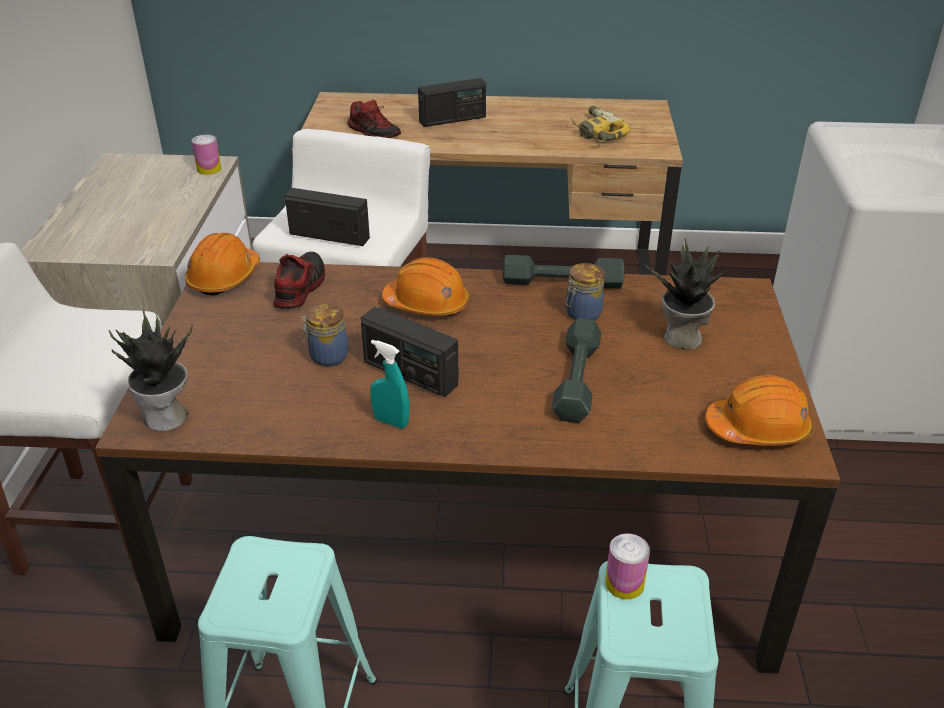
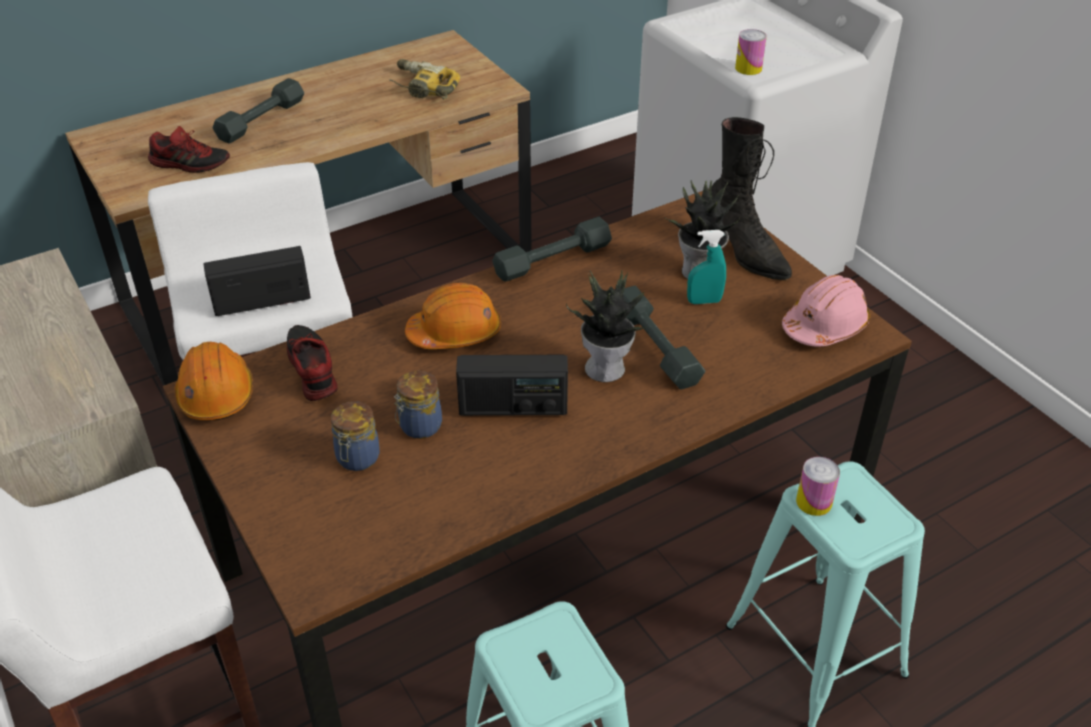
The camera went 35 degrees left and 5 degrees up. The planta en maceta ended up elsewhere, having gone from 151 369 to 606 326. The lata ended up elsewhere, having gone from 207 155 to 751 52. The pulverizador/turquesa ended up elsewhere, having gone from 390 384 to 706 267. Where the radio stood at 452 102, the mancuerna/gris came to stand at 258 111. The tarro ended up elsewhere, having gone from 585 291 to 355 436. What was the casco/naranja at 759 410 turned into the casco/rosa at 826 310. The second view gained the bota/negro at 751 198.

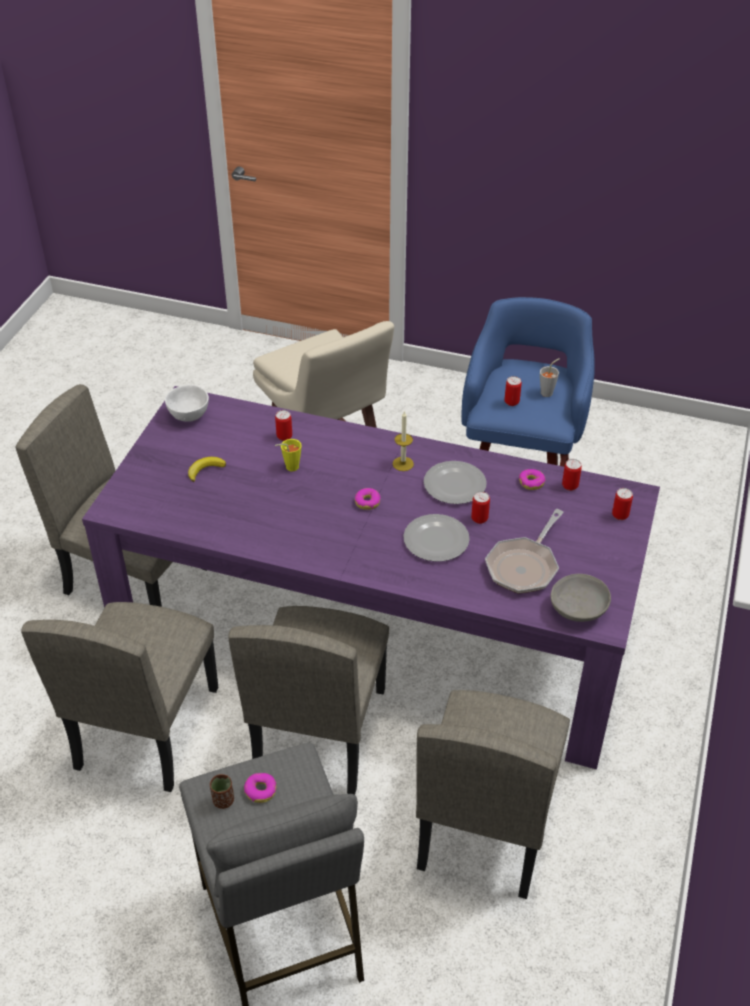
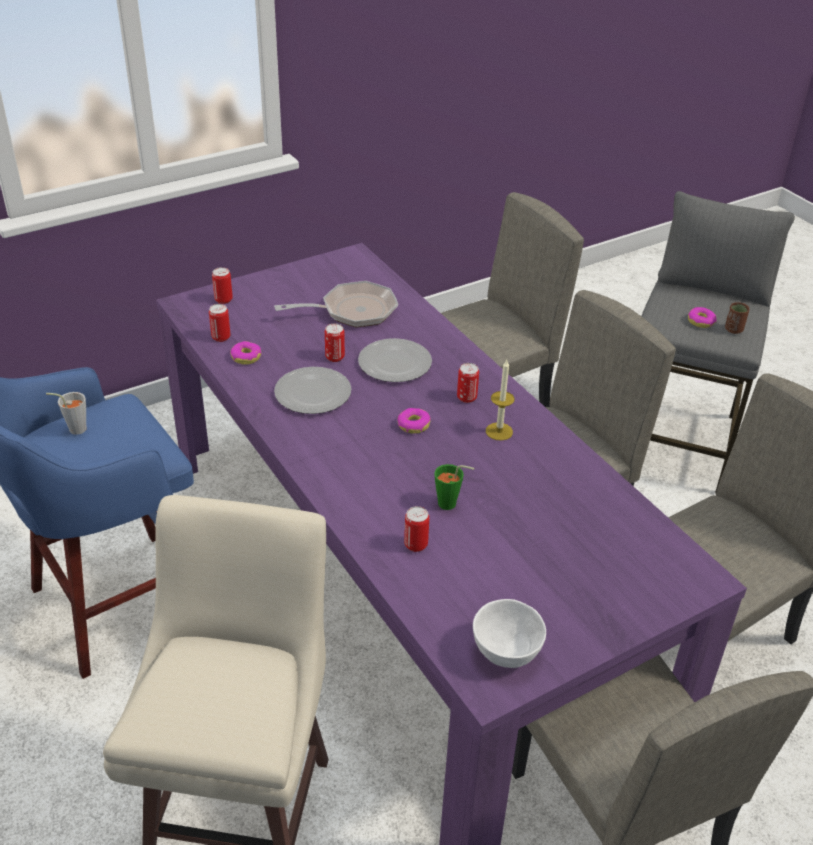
The camera went 140 degrees left and 5 degrees down. The second view lost the plátano at 207 469. What was the taza/amarillo at 288 455 turned into the taza/verde at 454 487. The vela ended up elsewhere, having gone from 403 441 to 500 400. The lata ended up elsewhere, having gone from 513 391 to 468 383. The second view lost the cuenco/gris at 581 598.

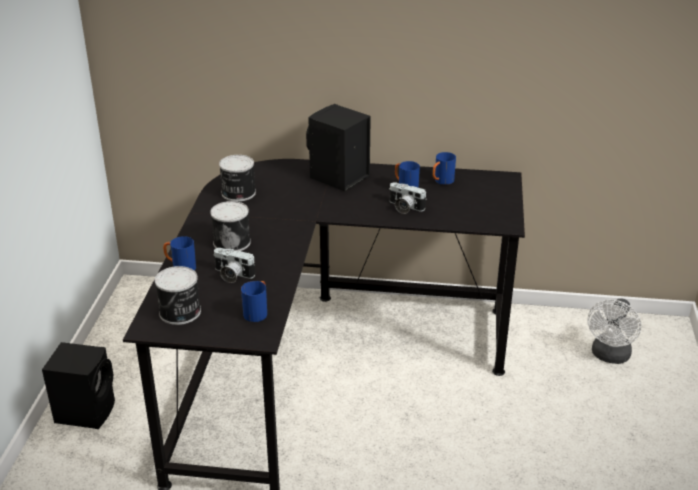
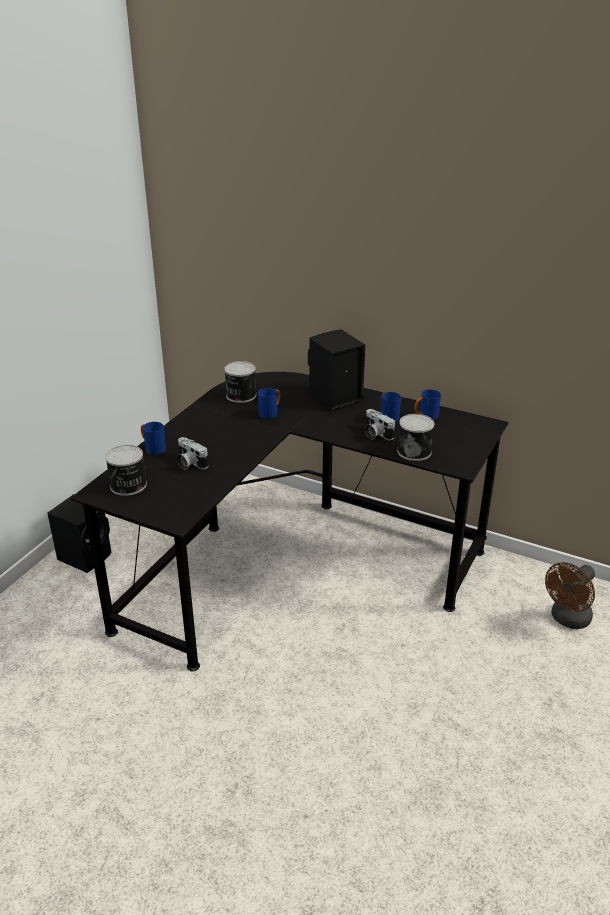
The camera went 20 degrees right and 0 degrees up. The lata ended up elsewhere, having gone from 230 226 to 415 437. The taza grande/azul ended up elsewhere, having gone from 254 301 to 269 403. What was the ventilador/blanco at 614 331 turned into the ventilador/marrón at 570 595.

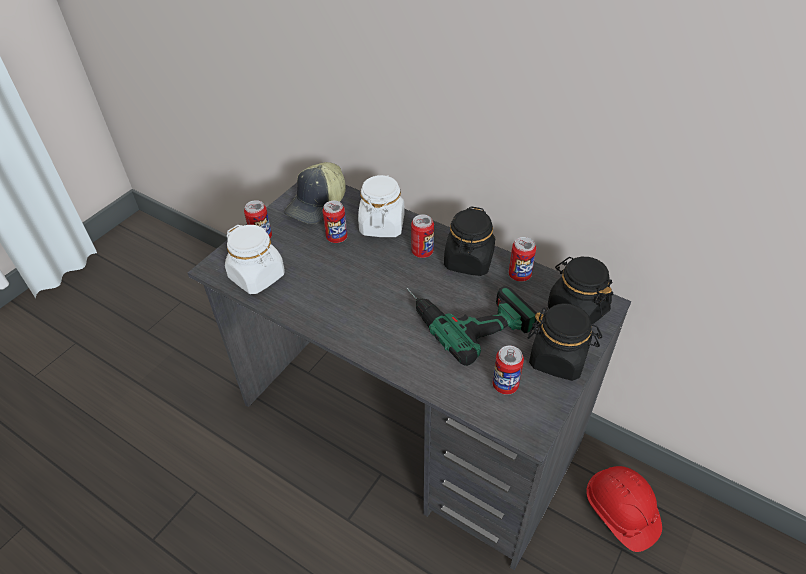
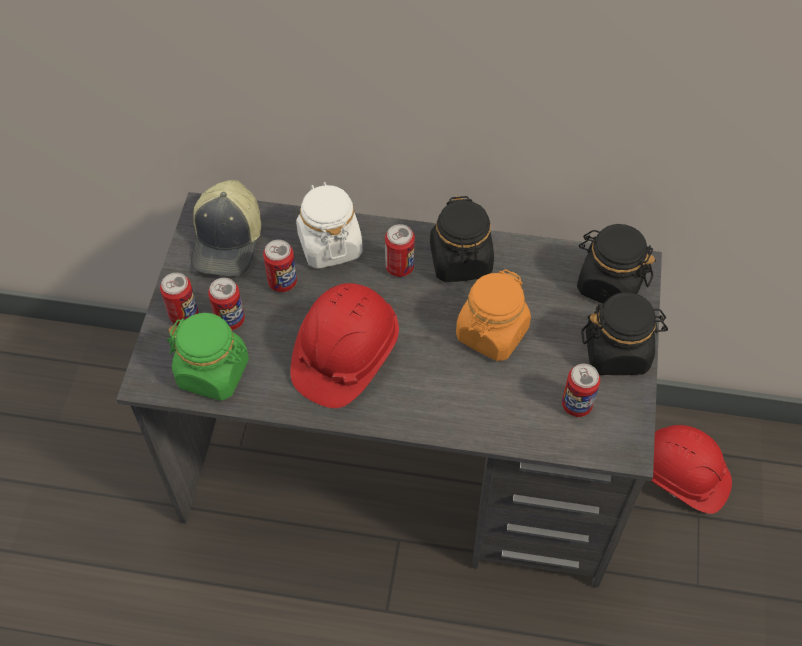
The camera went 25 degrees left and 10 degrees up. What was the tarro/blanco at 255 259 turned into the tarro/verde at 208 357. Where the taladro stood at 471 326, the tarro/naranja came to stand at 493 315. The lata ended up elsewhere, having gone from 522 259 to 226 304. The second view gained the casco/rojo at 344 345.

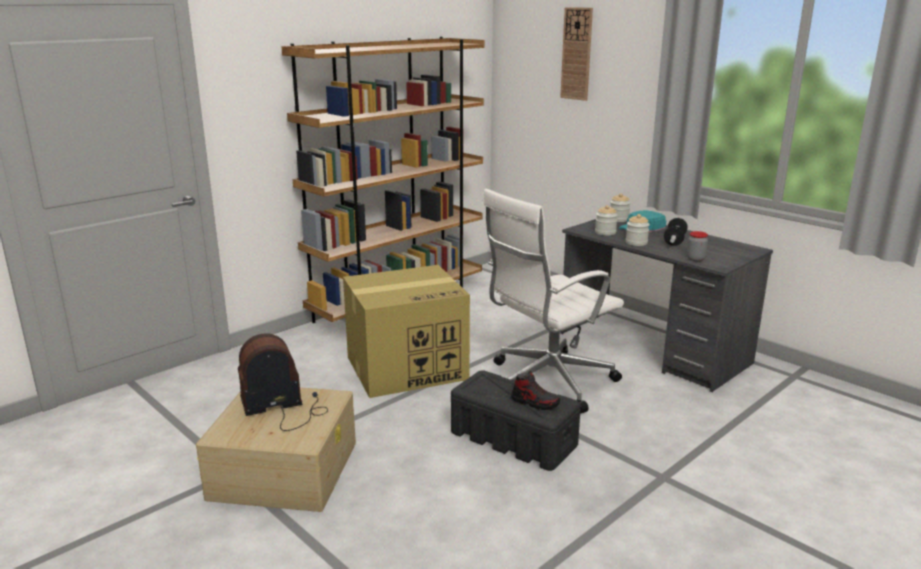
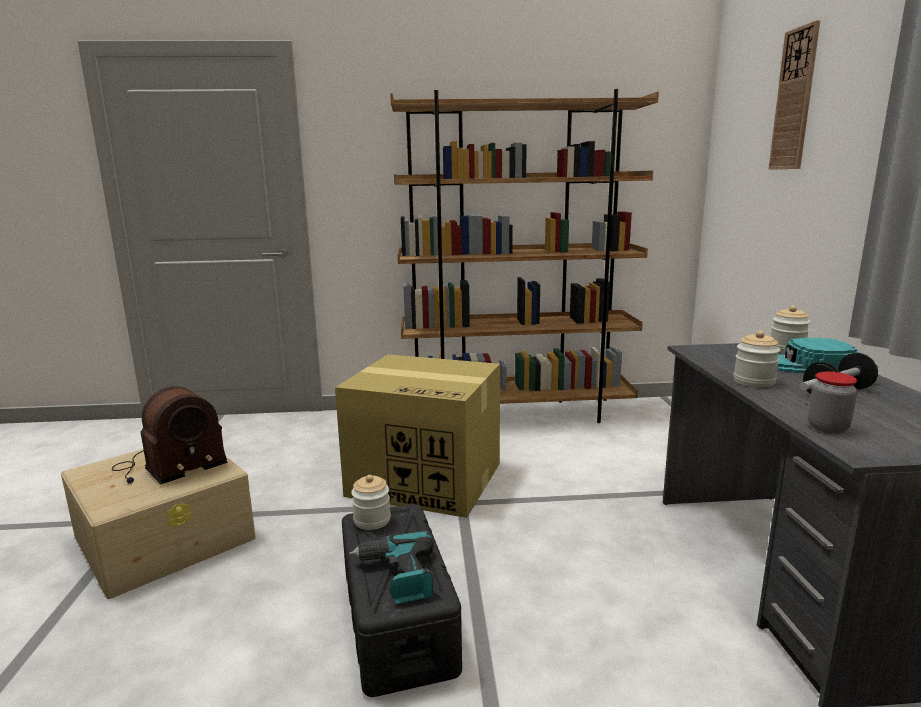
The camera went 40 degrees right and 5 degrees down. The radio at 283 382 ended up facing another way, 120 degrees clockwise from before. The second view lost the silla de oficina/blanco at 553 301. Where the zapato stood at 535 390, the taladro came to stand at 391 567. The tarro ended up elsewhere, having gone from 606 220 to 371 502.

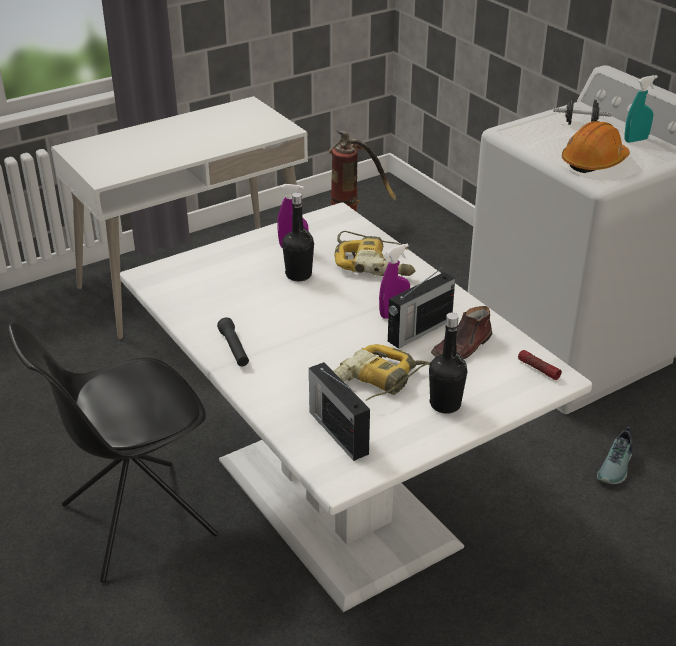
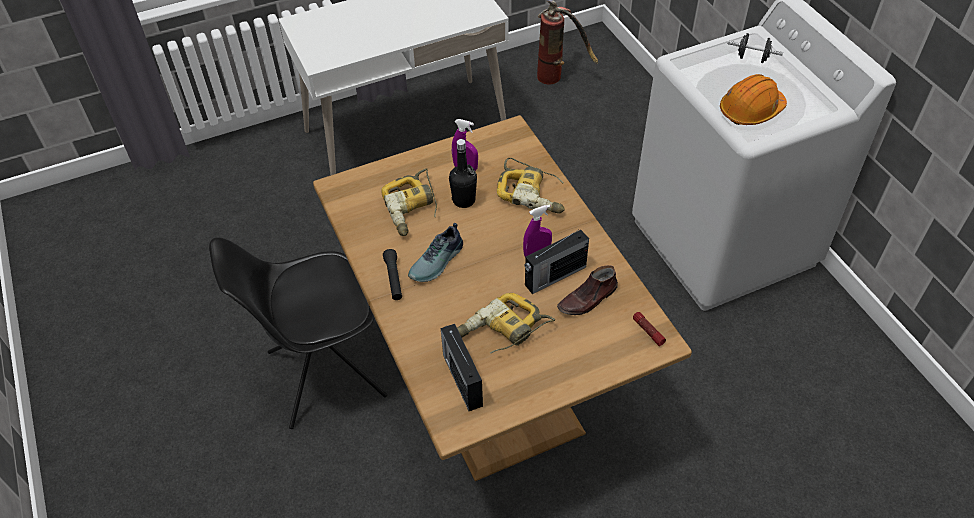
The camera went 10 degrees right and 15 degrees up. What was the mesa de comedor/blanco at 356 407 turned into the mesa de comedor/marrón at 502 298. The second view lost the botella/negro at 448 363. The zapato ended up elsewhere, having gone from 615 455 to 435 252. The second view lost the pulverizador/turquesa at 641 109. The second view gained the taladro at 409 202.

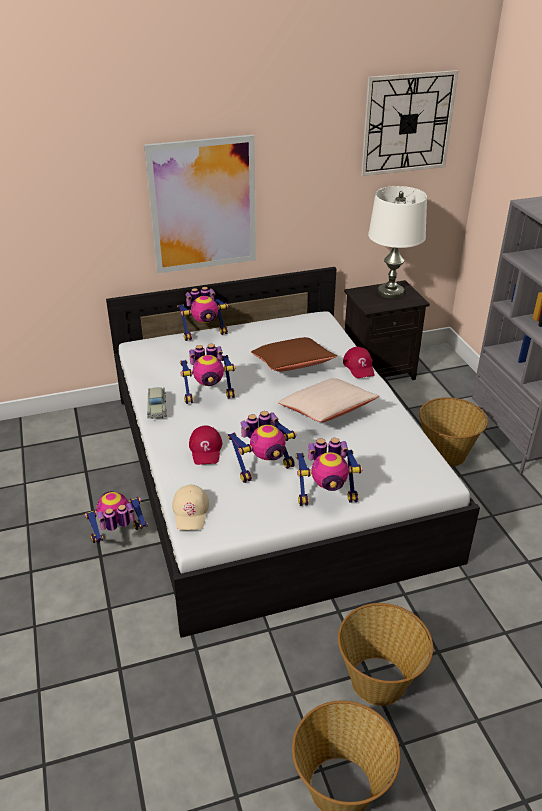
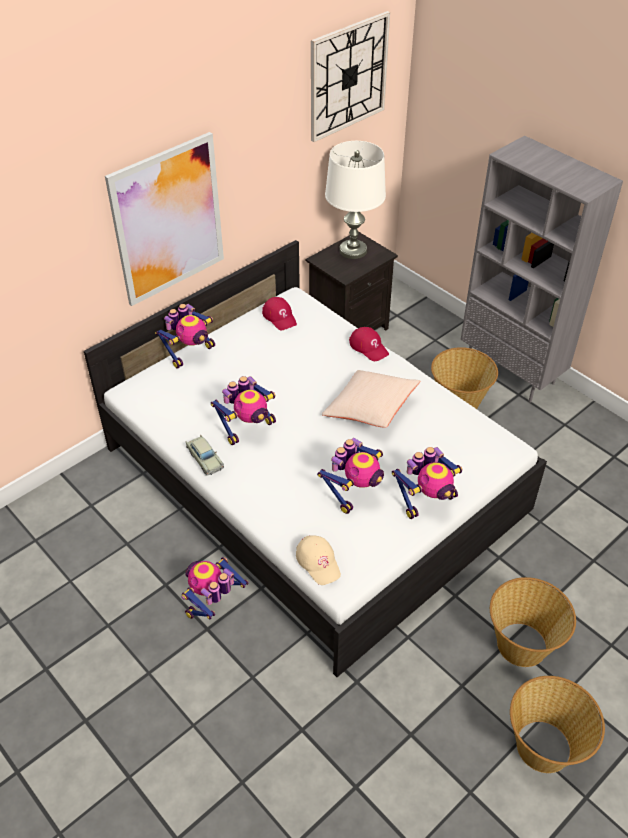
The camera went 25 degrees left and 10 degrees up. The gorra/rojo ended up elsewhere, having gone from 205 445 to 279 313. The second view lost the cojín/marrón at 294 354.

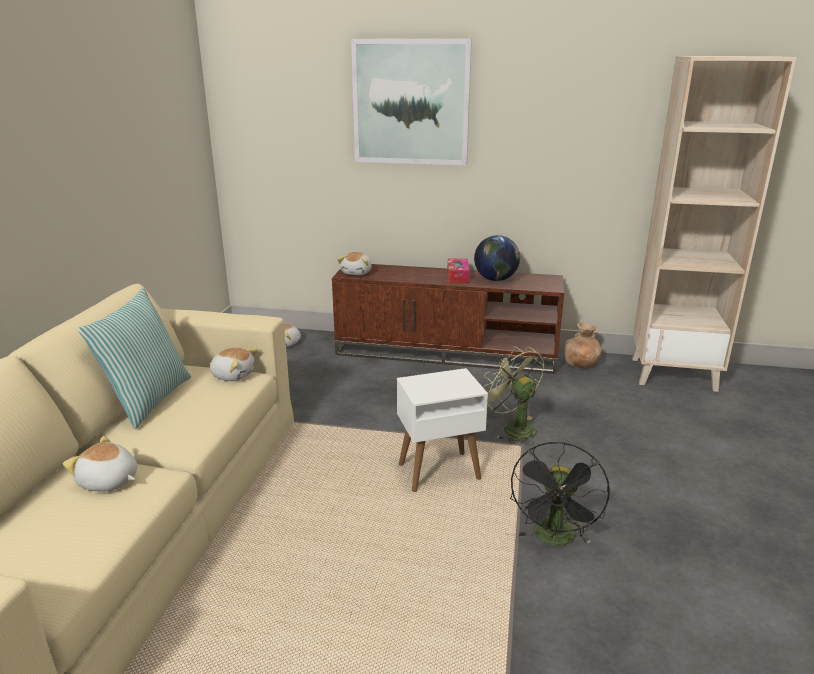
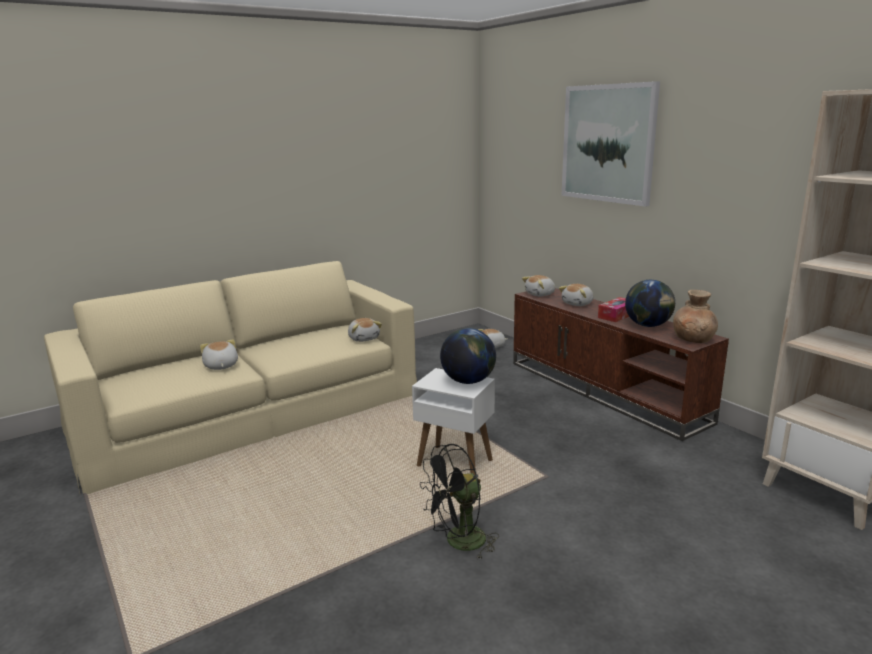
The camera went 45 degrees right and 5 degrees down. The second view lost the cojín at 134 358. The second view lost the ventilador/verde at 513 396. The florero/marrón ended up elsewhere, having gone from 583 345 to 695 316. The second view gained the globo terráqueo at 468 356. The second view gained the peluche at 576 295.

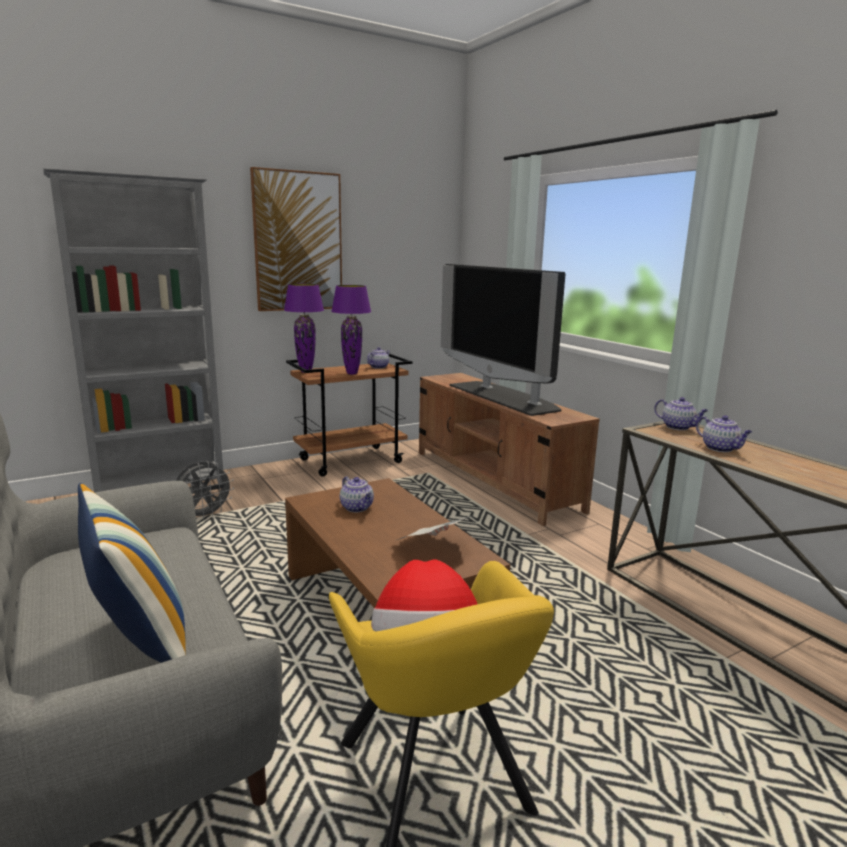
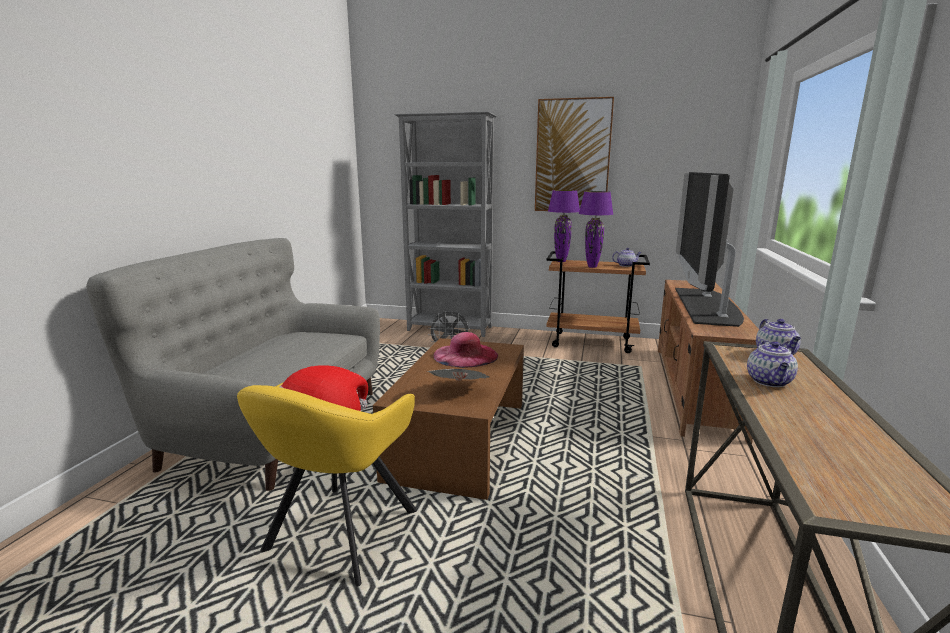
The camera went 45 degrees right and 0 degrees up. The second view lost the cojín at 132 573. Where the tetera stood at 357 494, the sombrero/rosa came to stand at 466 350.

